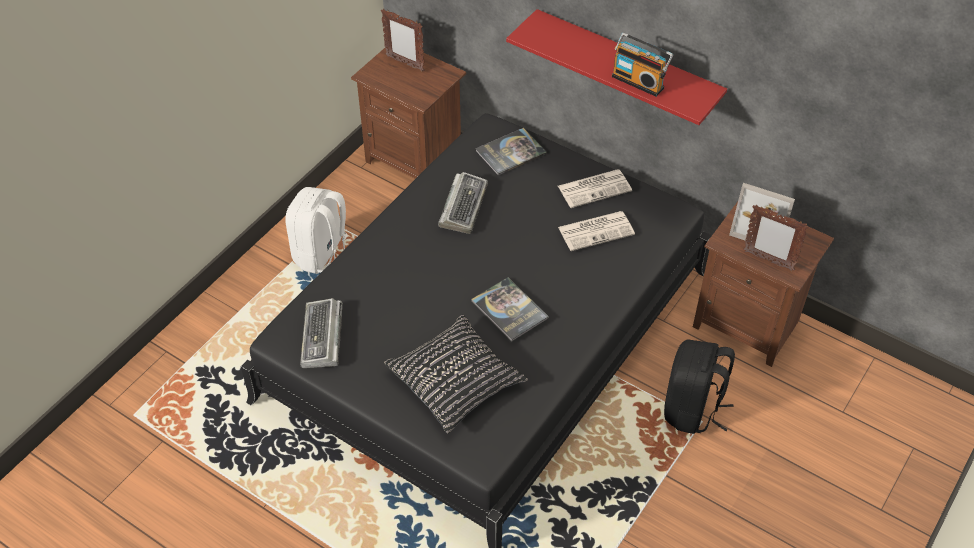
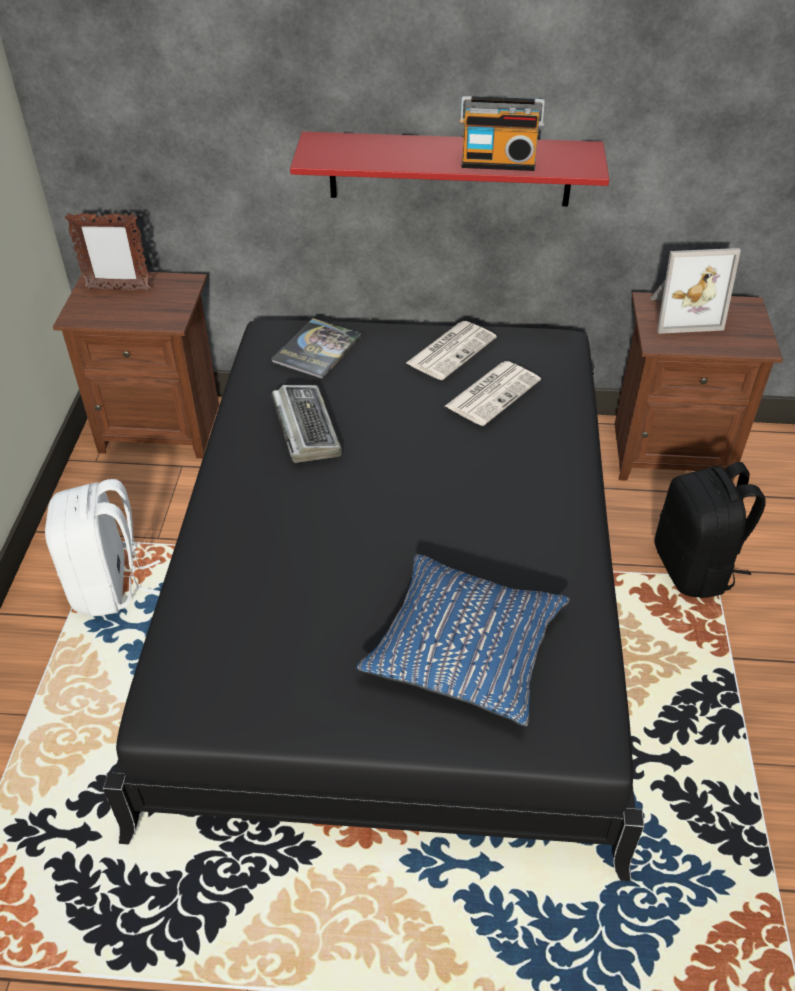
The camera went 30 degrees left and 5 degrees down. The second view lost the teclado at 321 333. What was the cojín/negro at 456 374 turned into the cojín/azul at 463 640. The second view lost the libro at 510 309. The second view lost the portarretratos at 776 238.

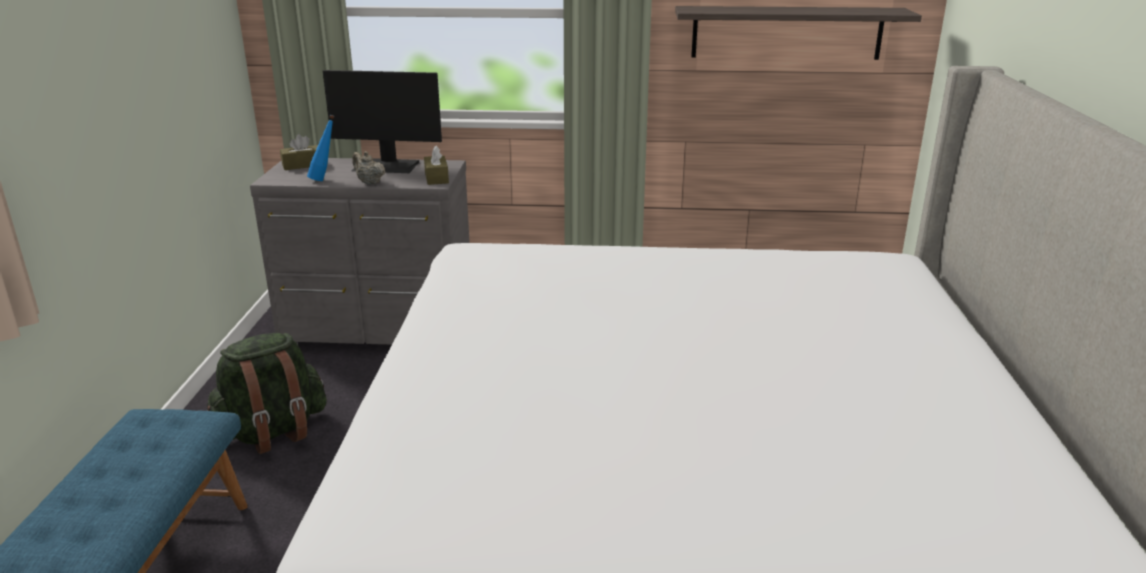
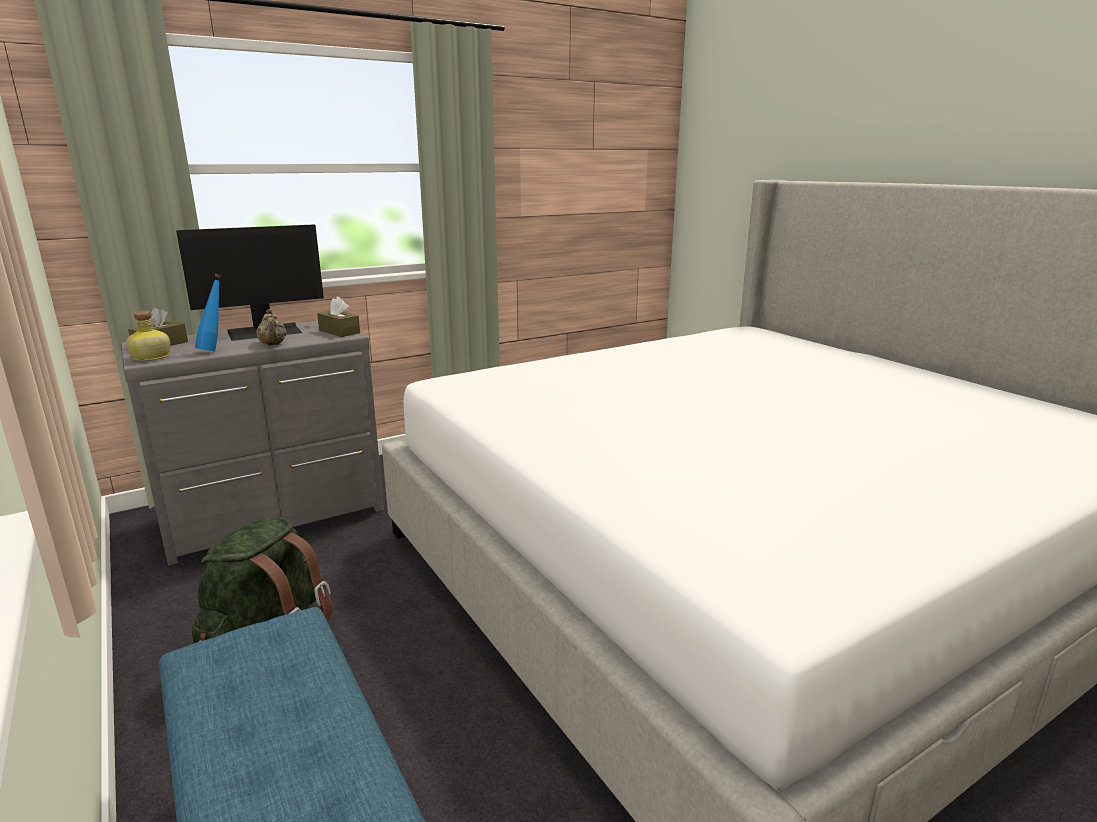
The camera went 35 degrees left and 5 degrees down. The tetera/beis at 368 168 ended up facing another way, 120 degrees counterclockwise from before. The second view lost the estante at 798 33. The second view gained the botella at 148 336.

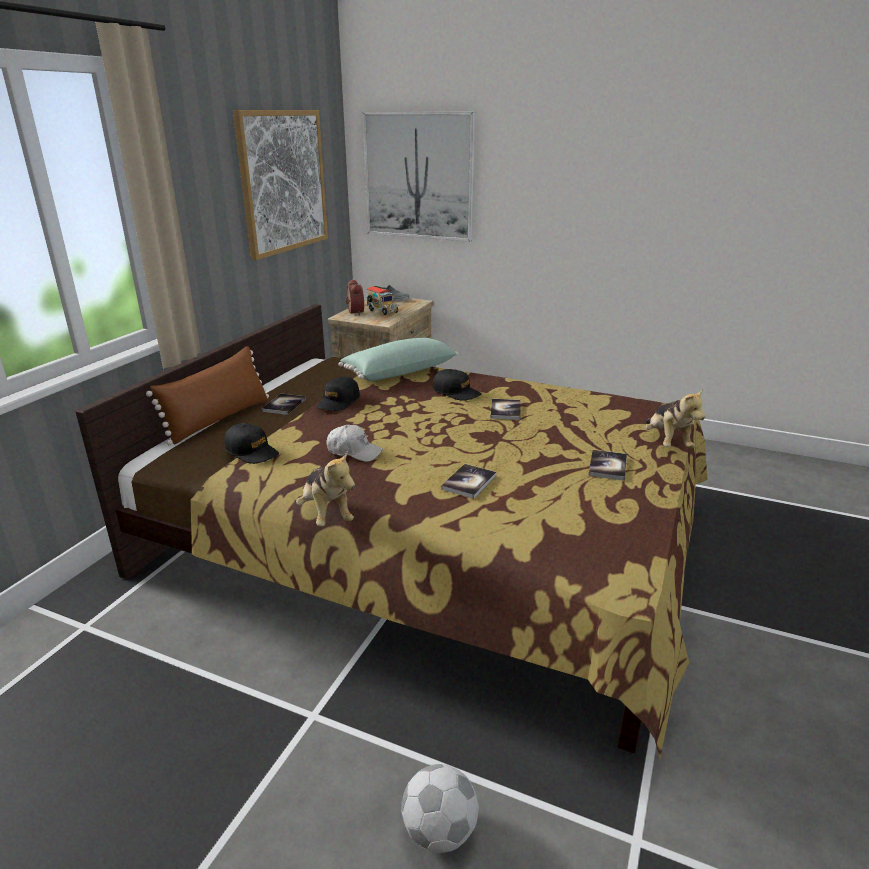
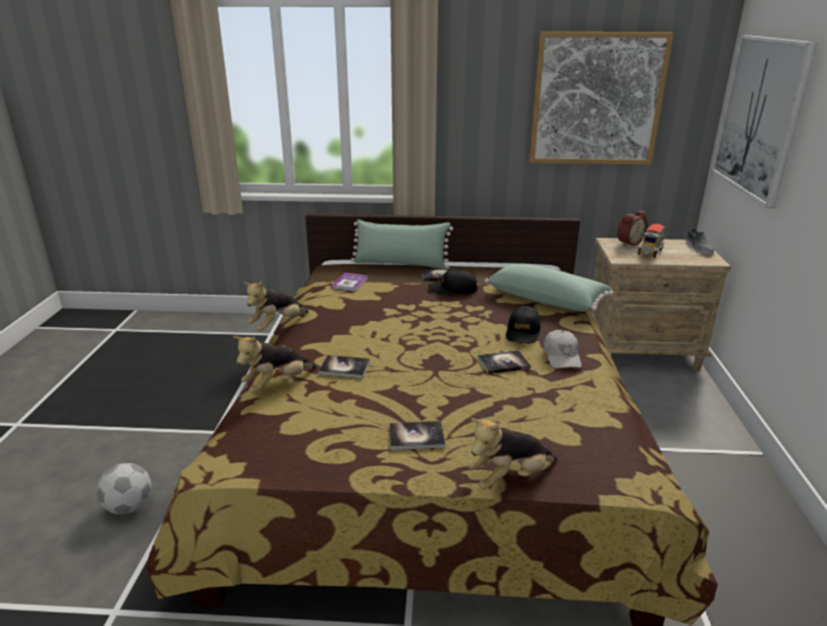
The camera went 70 degrees right and 0 degrees up. What was the cojín/marrón at 207 395 turned into the cojín/verde at 402 244. Where the gorra/negro stood at 251 443, the libro came to stand at 349 282. The gorra/blanco ended up elsewhere, having gone from 354 443 to 562 349. The second view gained the peluche at 274 364.

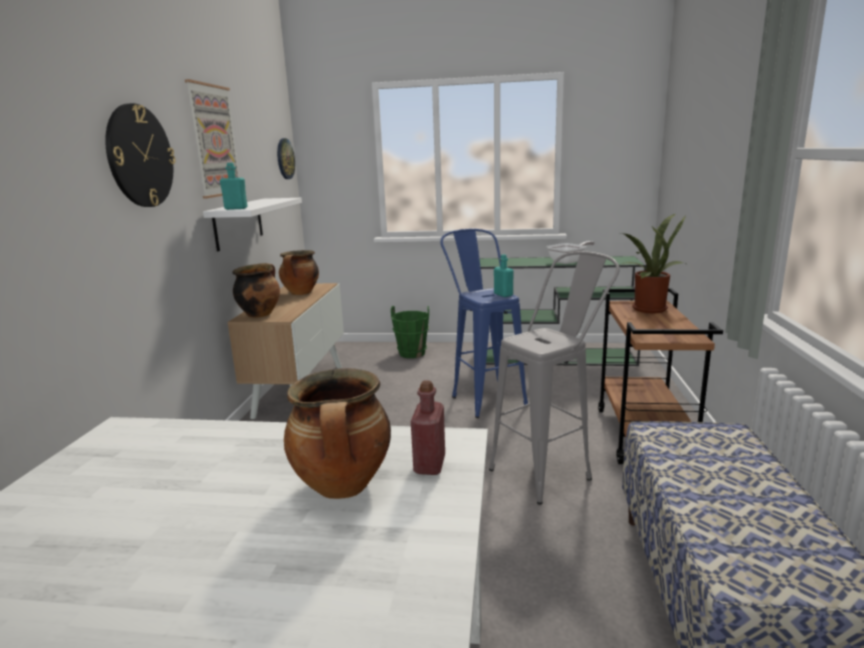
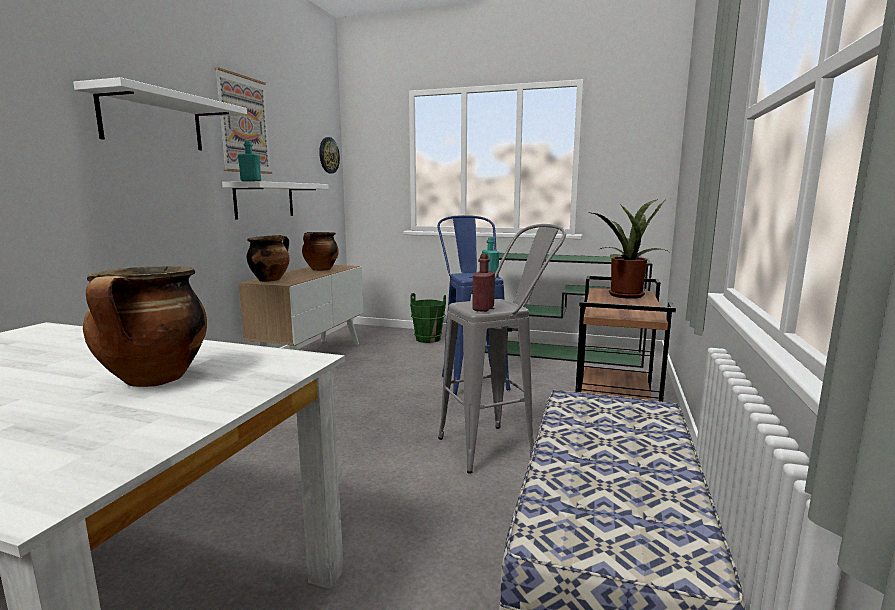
The camera went 10 degrees right and 5 degrees down. Where the reloj de pared hung at 140 155, the estante/blanco came to hang at 160 113. The botella/rojo ended up elsewhere, having gone from 428 427 to 483 283. The second view lost the sartén at 570 252.

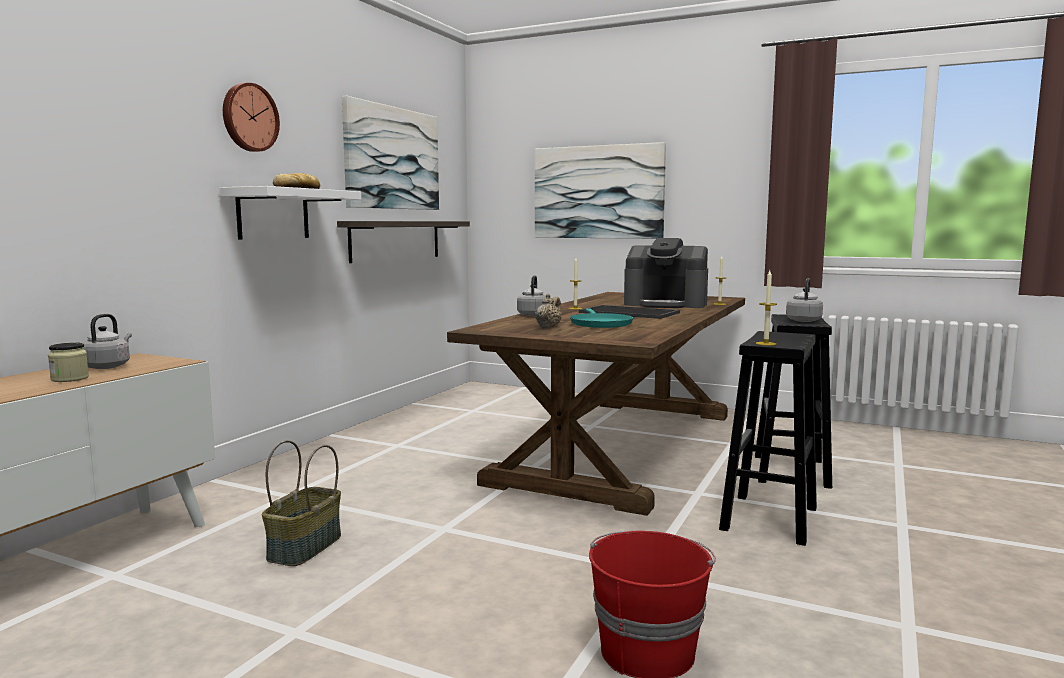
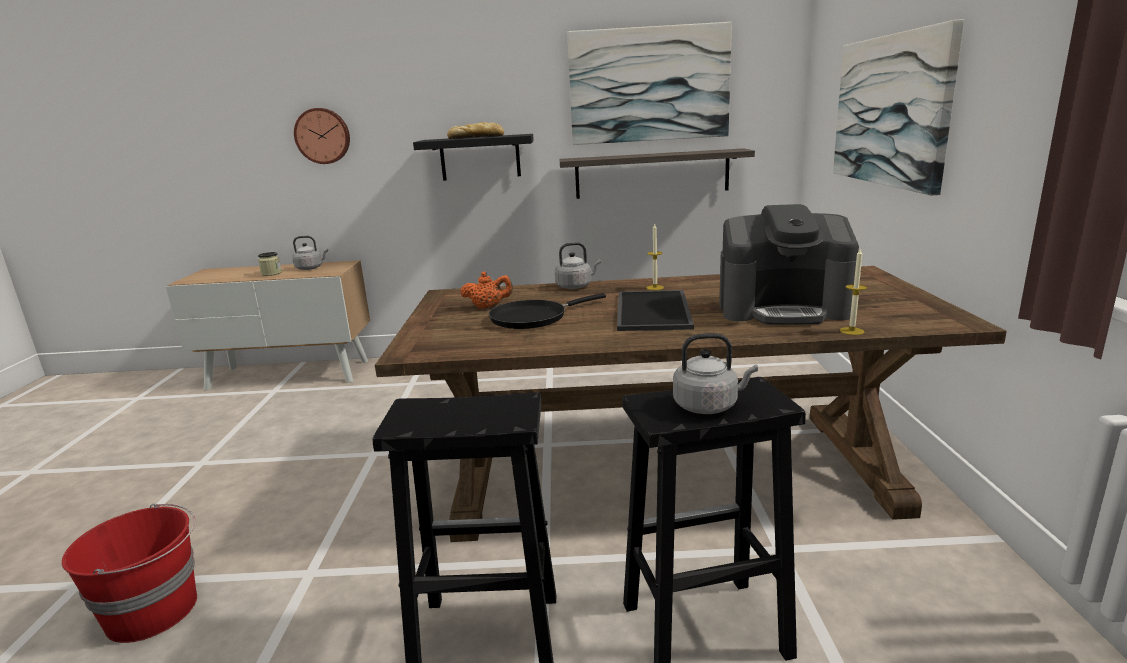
The camera went 65 degrees right and 10 degrees up. What was the estante/blanco at 290 213 turned into the estante/negro at 473 157. The reloj de pared ended up elsewhere, having gone from 251 117 to 322 136. The second view lost the cesta at 301 503. What was the tetera/beis at 548 310 turned into the tetera/naranja at 486 290. What was the sartén/turquesa at 601 318 turned into the sartén/negro at 547 311. The cafetera at 666 273 ended up facing another way, 75 degrees counterclockwise from before. The second view lost the vela at 766 308.

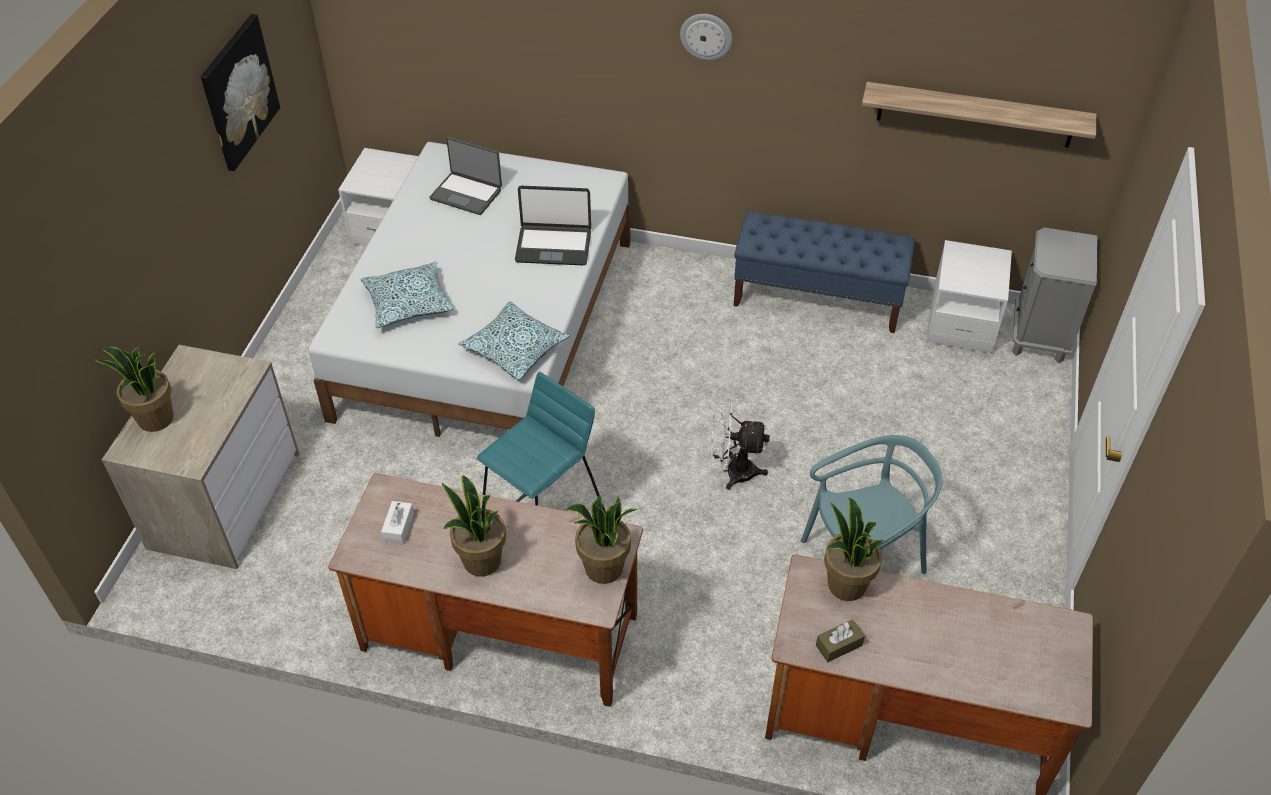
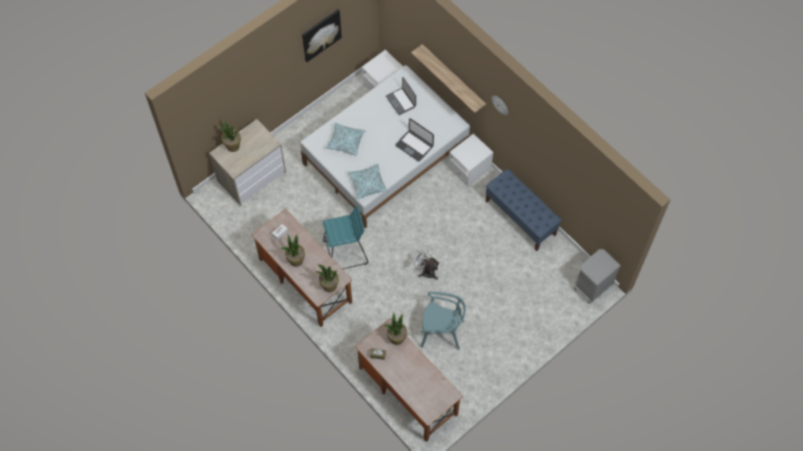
The camera went 35 degrees right and 15 degrees up. The estante ended up elsewhere, having gone from 979 115 to 448 78. The mesita de noche/blanco ended up elsewhere, having gone from 969 297 to 470 160.

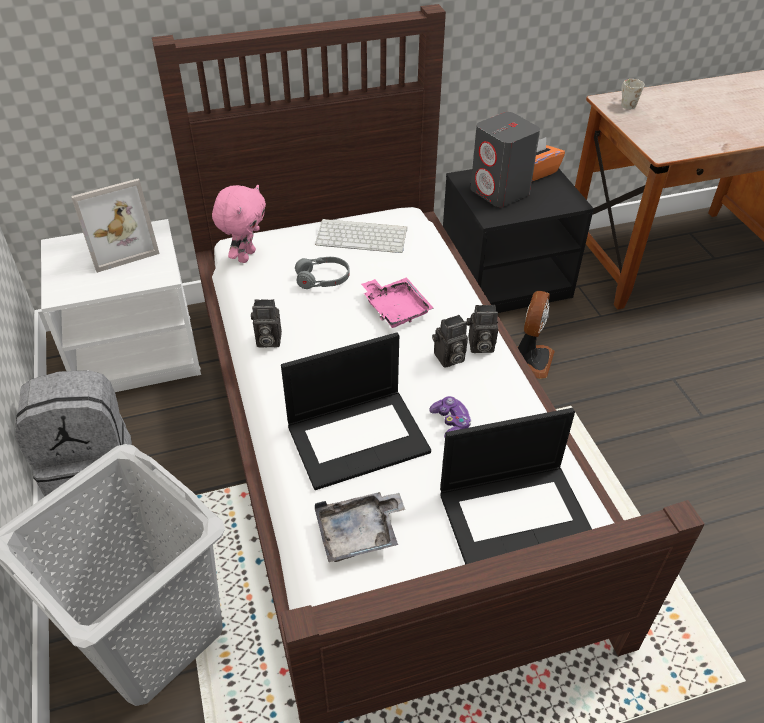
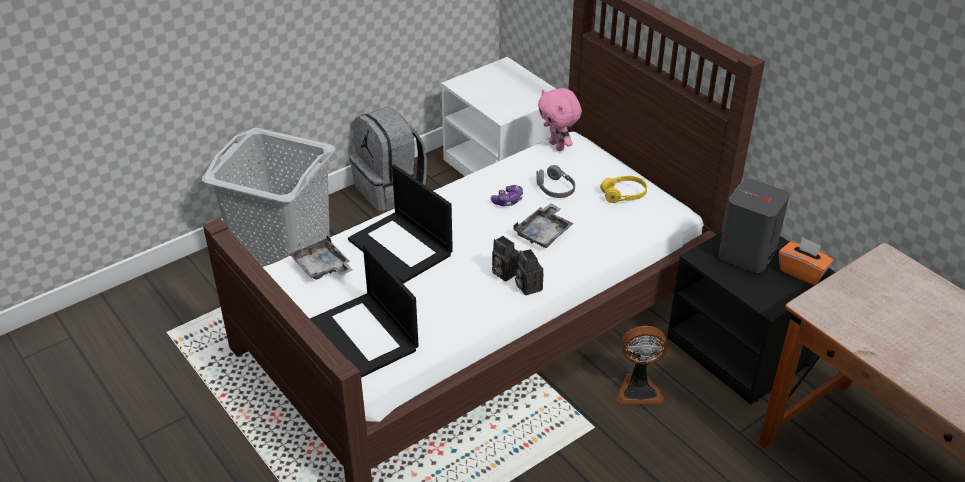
The camera went 70 degrees right and 5 degrees down. The second view lost the portarretratos at 115 226. The peluche/rosa at 239 224 ended up facing another way, 60 degrees clockwise from before. The second view lost the cámara at 266 323. Where the teclado stood at 361 236, the auriculares/amarillo came to stand at 623 189. What was the bandeja/rosa at 397 302 turned into the bandeja/gris at 543 225. The mando de consola ended up elsewhere, having gone from 450 417 to 507 195. The second view lost the taza grande/blanco at 632 94.

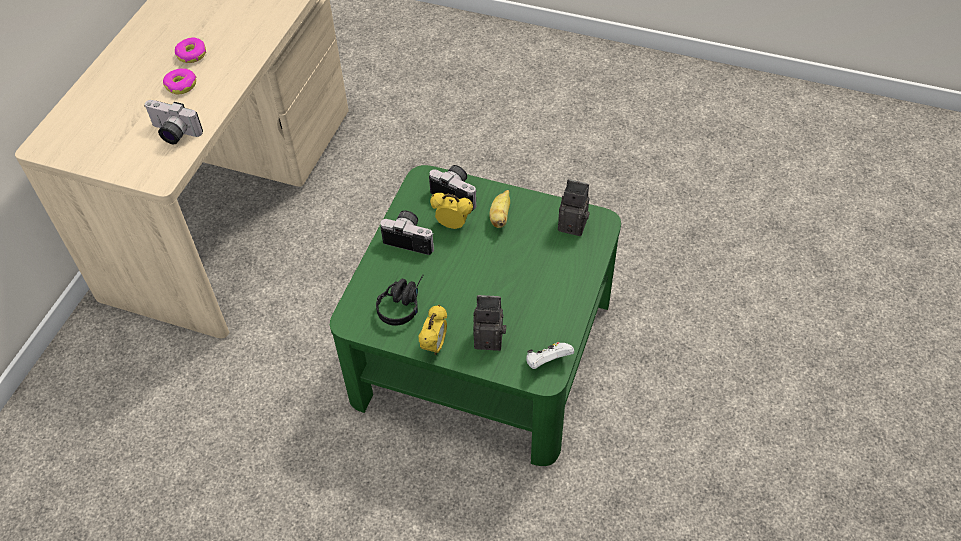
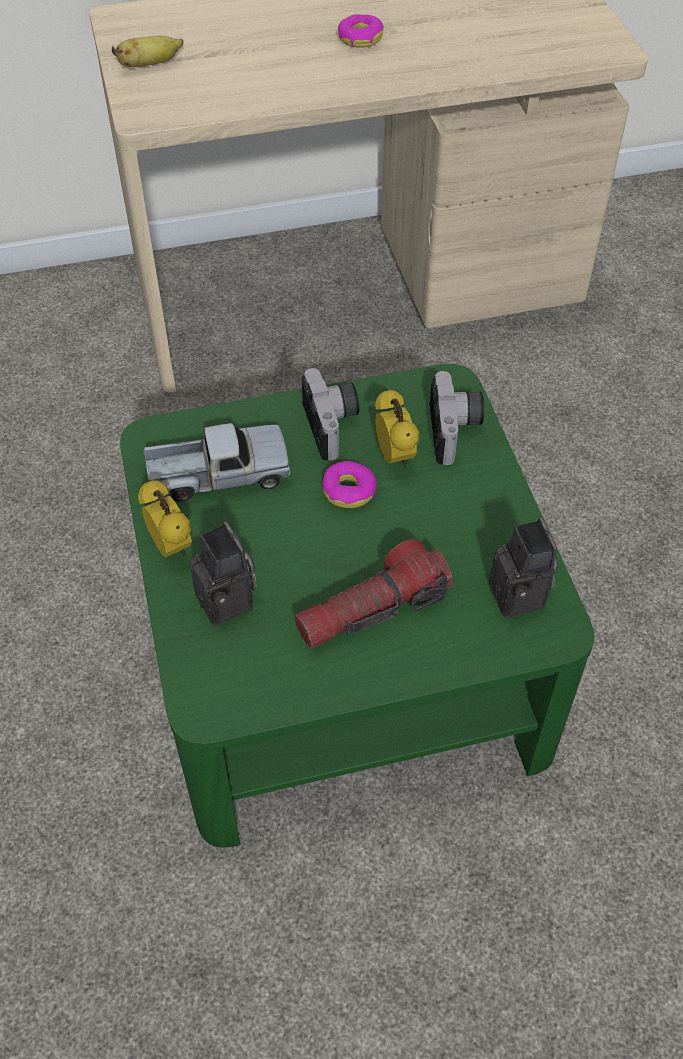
The camera went 55 degrees right and 0 degrees up. The second view lost the cámara at 173 122. The rosquilla ended up elsewhere, having gone from 179 81 to 349 484. Where the auriculares/negro stood at 399 300, the camión de juguete came to stand at 216 462. The despertador at 432 330 ended up facing another way, 105 degrees counterclockwise from before. The plátano ended up elsewhere, having gone from 499 209 to 147 51. The second view lost the mando de consola/blanco at 550 355. The second view gained the linterna at 373 594.

